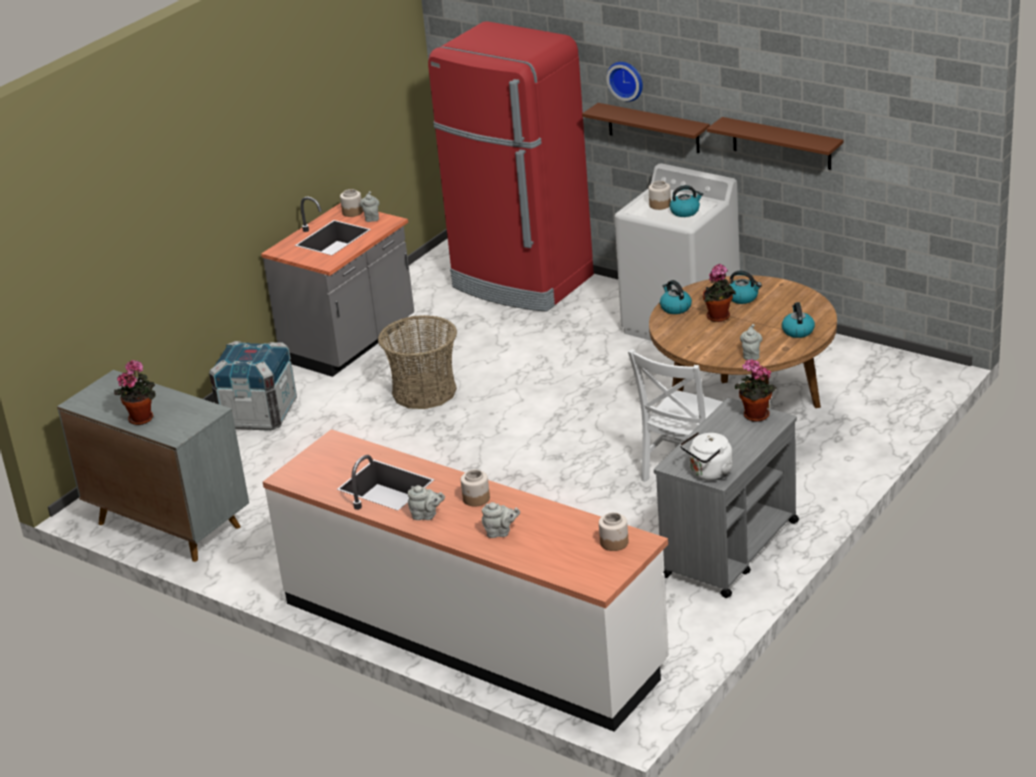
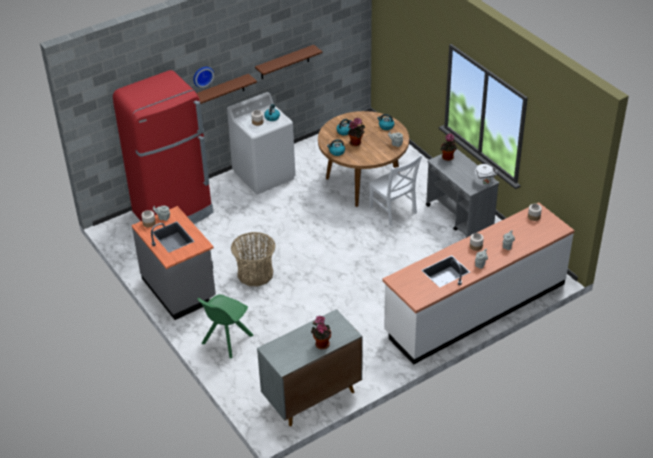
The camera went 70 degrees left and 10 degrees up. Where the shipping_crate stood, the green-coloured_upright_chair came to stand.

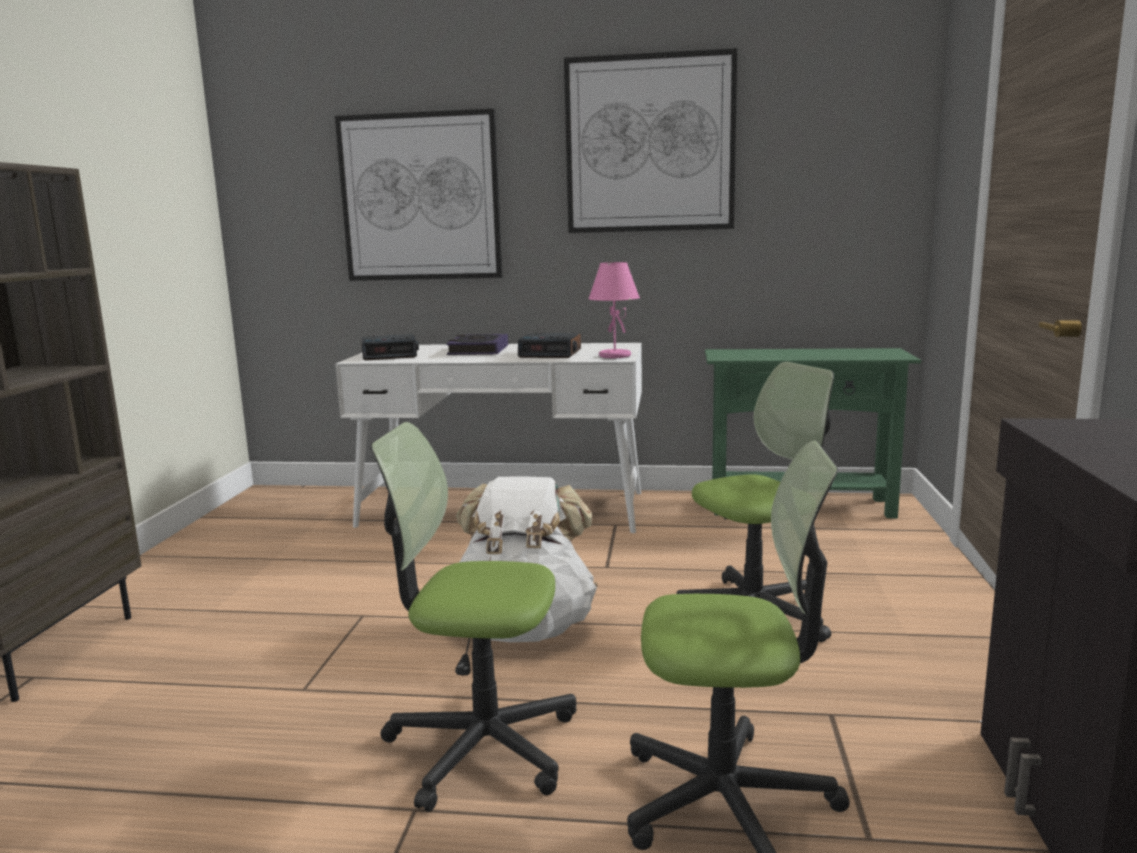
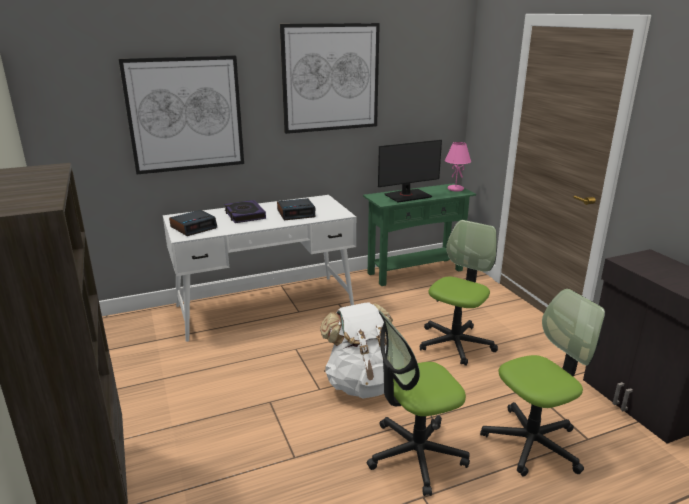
The camera went 30 degrees left and 10 degrees up. The second view gained the monitor. The pinkish_tabletop_lamp ended up elsewhere.

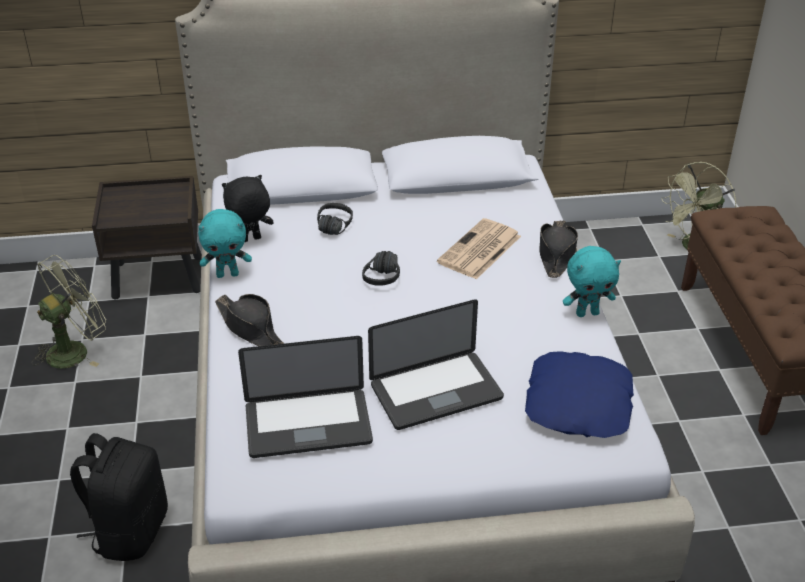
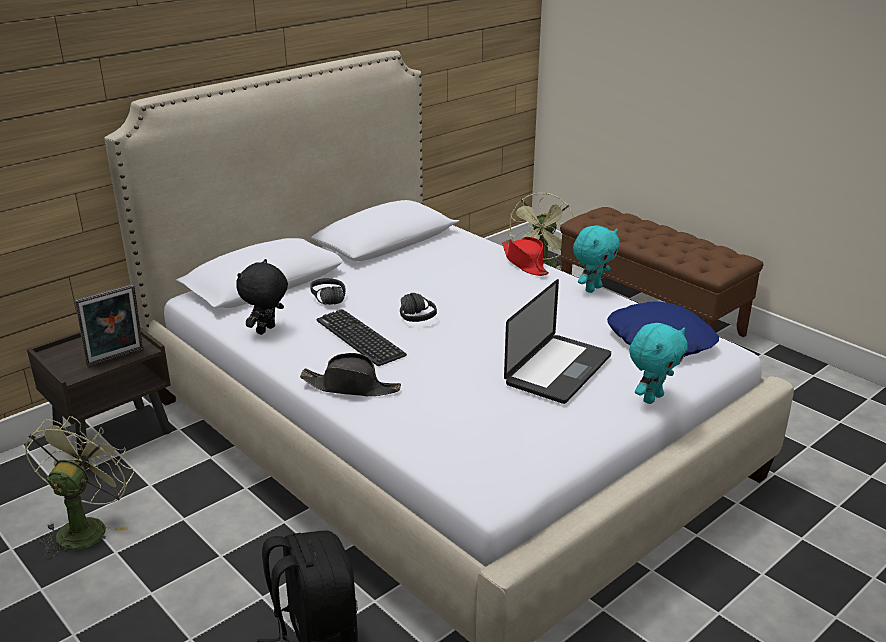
The camera went 35 degrees left and 10 degrees down. The second view gained the picture_frame. The second view gained the computer_keyboard. What was the black-coloured_hat (2nd from left) turned into the red_hat. The blue-green_cuddly_toy (1st from left in the first image) ended up elsewhere. The second view lost the laptop (1st from left). The second view lost the newspaper.

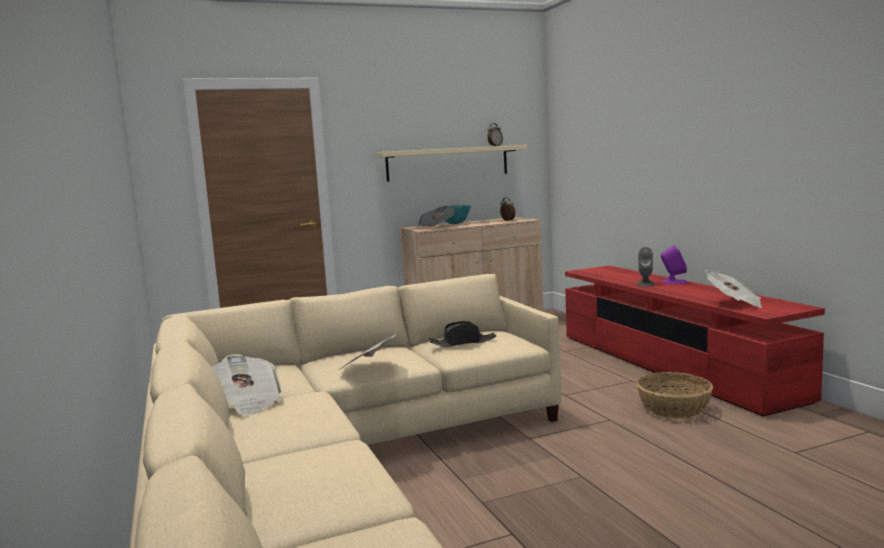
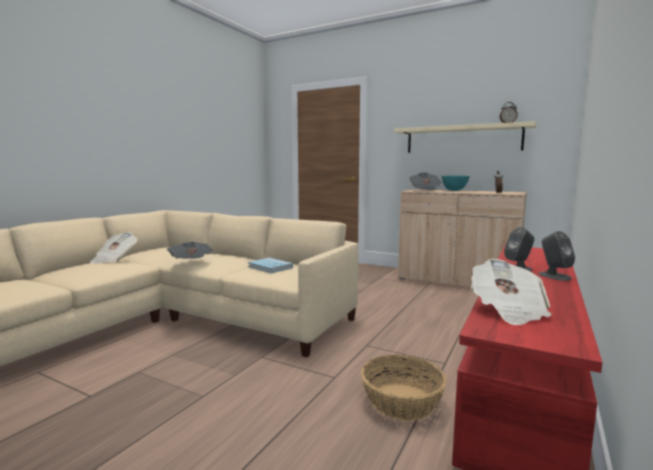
The camera went 50 degrees right and 0 degrees up. Where the black-coloured_hat stood, the blue-coloured_book came to stand. What was the purple_loudspeaker turned into the grey_loudspeaker (2nd from left).

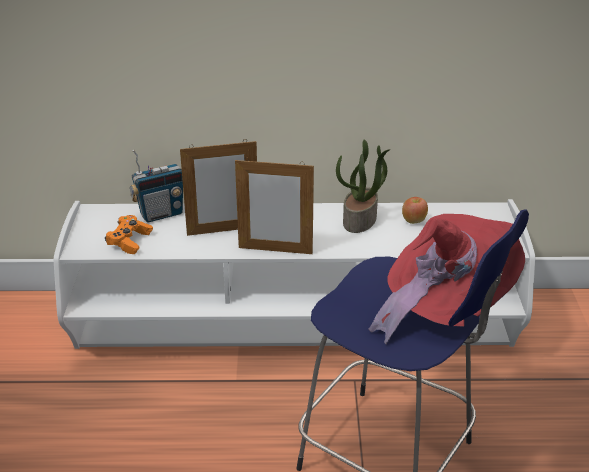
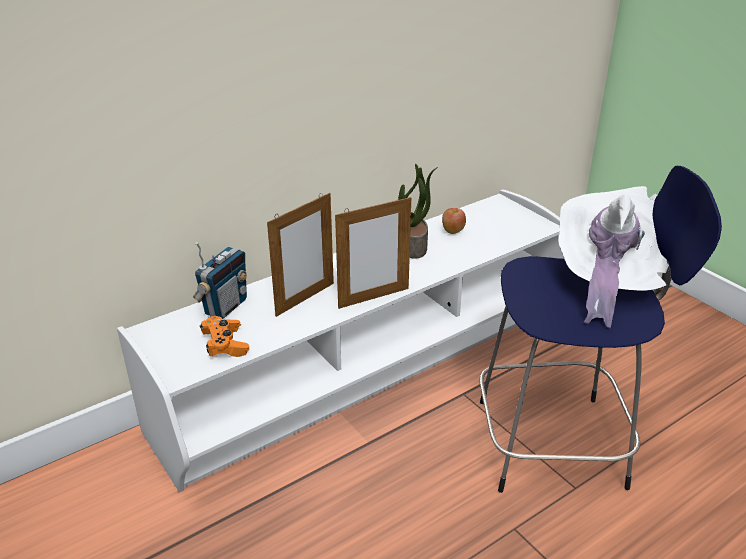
The camera went 35 degrees left and 0 degrees up. What was the red_hat turned into the white-coloured_hat.

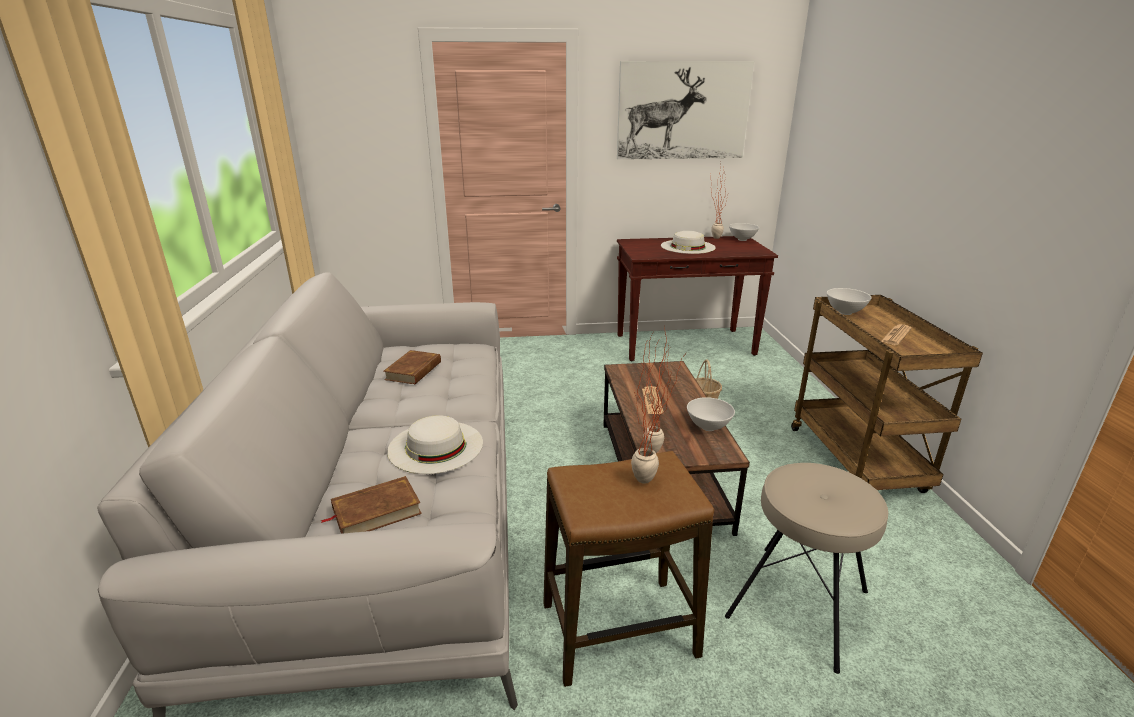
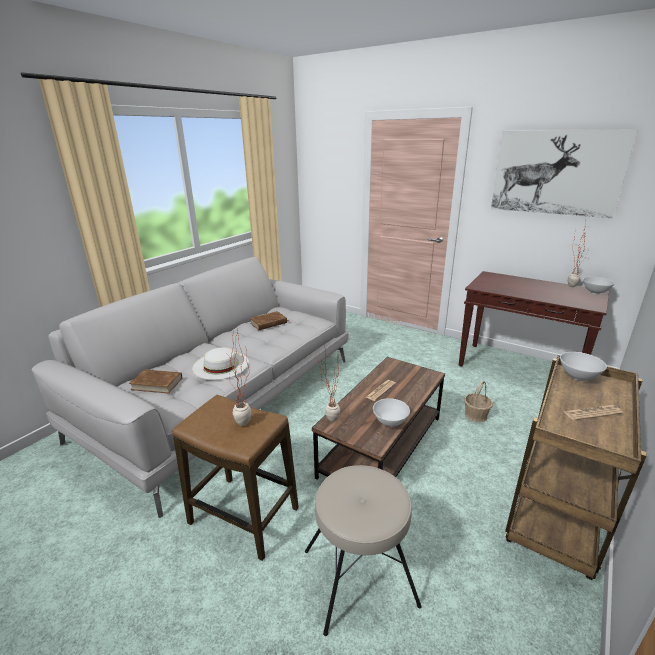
The camera went 40 degrees right and 0 degrees up. The second view lost the white-coloured_hat (2nd from left).

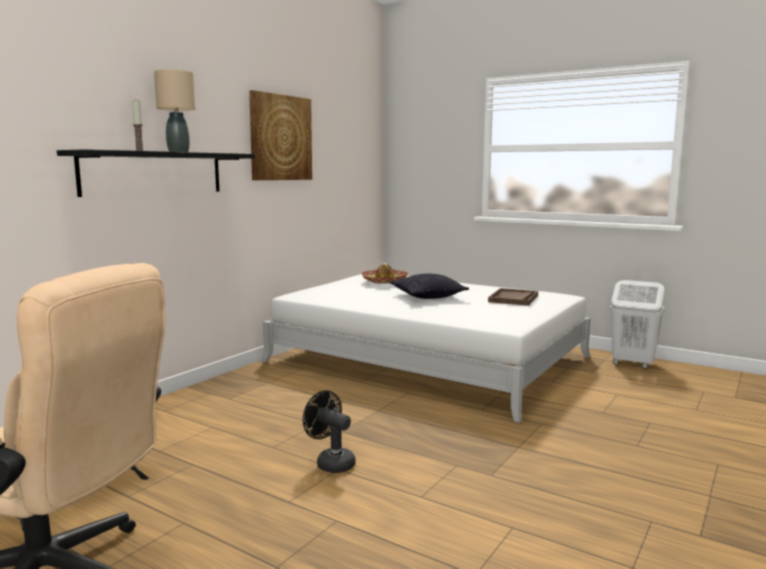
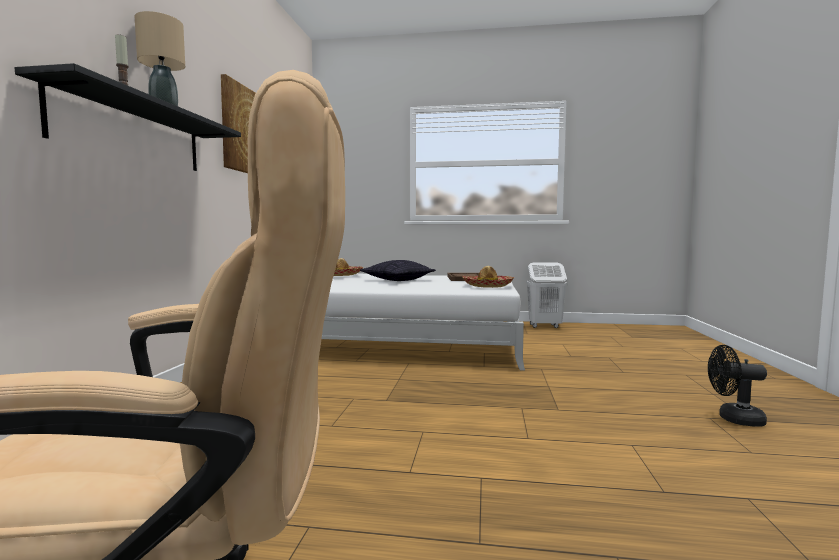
The camera went 25 degrees left and 5 degrees down. The second view gained the hat (2nd from left). The black-coloured_electric_fan ended up elsewhere.

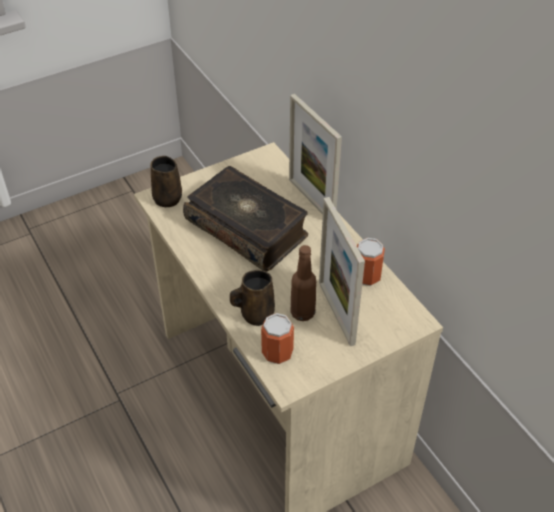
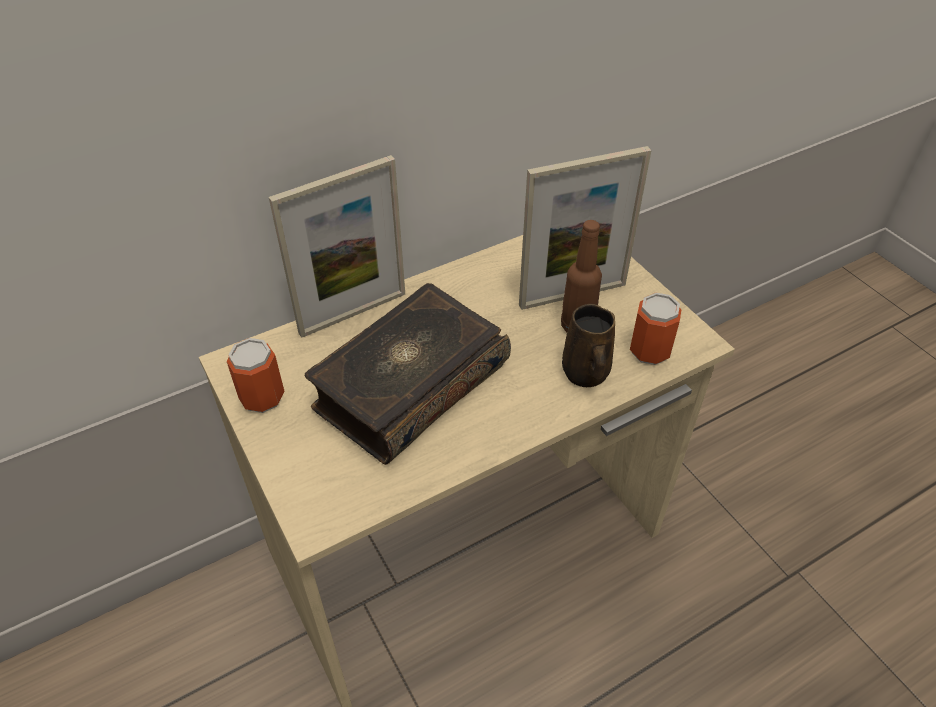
The camera went 90 degrees left and 0 degrees up. The can (2nd from left in the first image) ended up elsewhere. The second view lost the brownish_mug (1st from left).

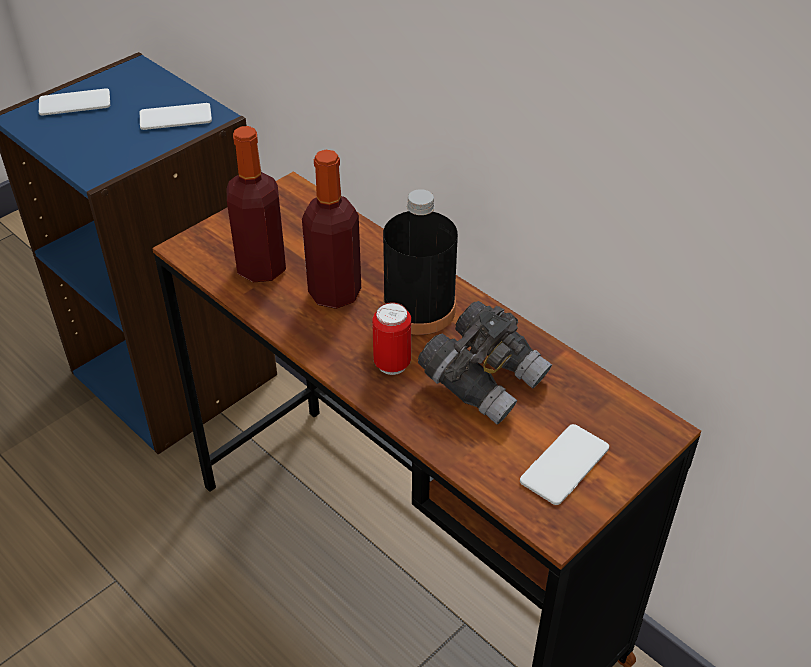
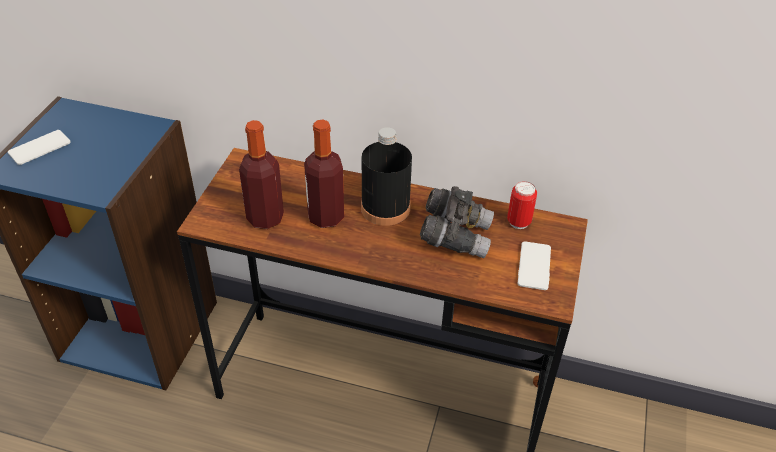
The camera went 30 degrees left and 0 degrees up. The can ended up elsewhere. The second view lost the phone (2nd from left).

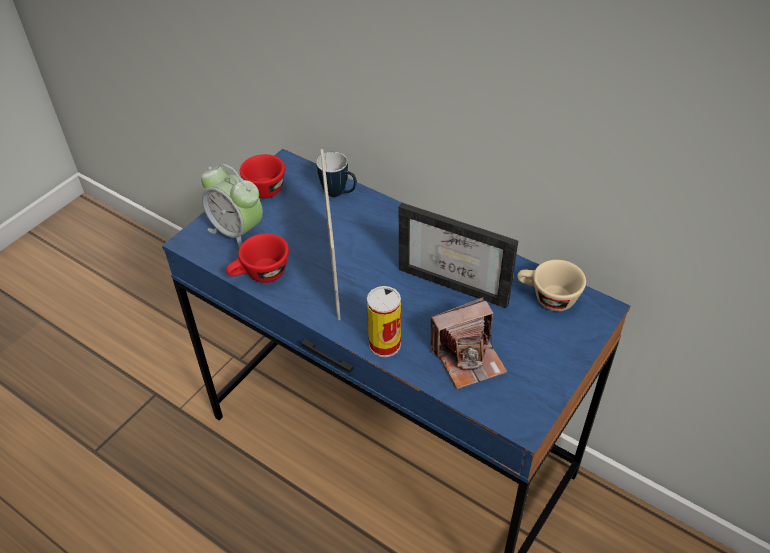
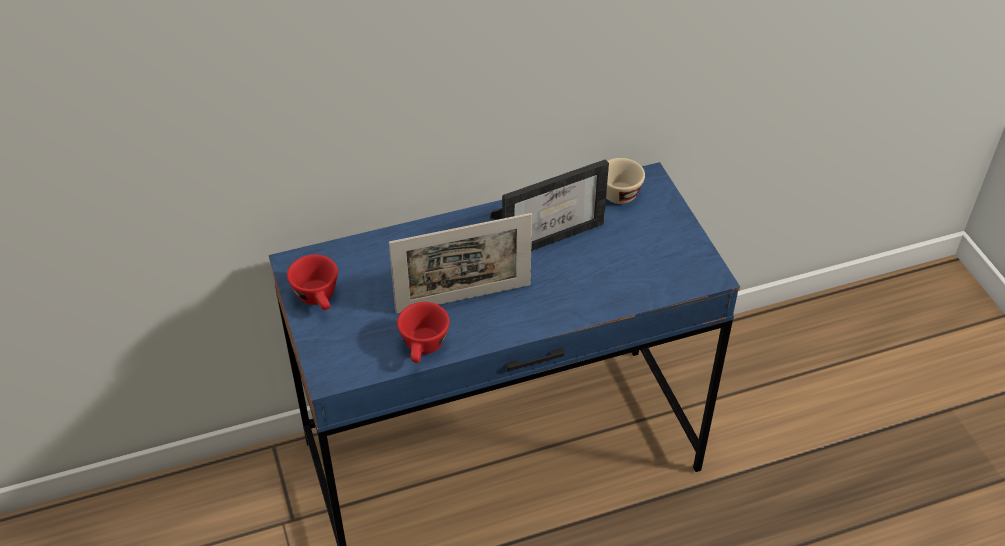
The camera went 55 degrees left and 0 degrees up. The picture_frame (1st from left) ended up facing another way, 135 degrees clockwise from before. The second view lost the bedside_clock. The second view lost the mug. The second view lost the can. The second view lost the photo_camera.

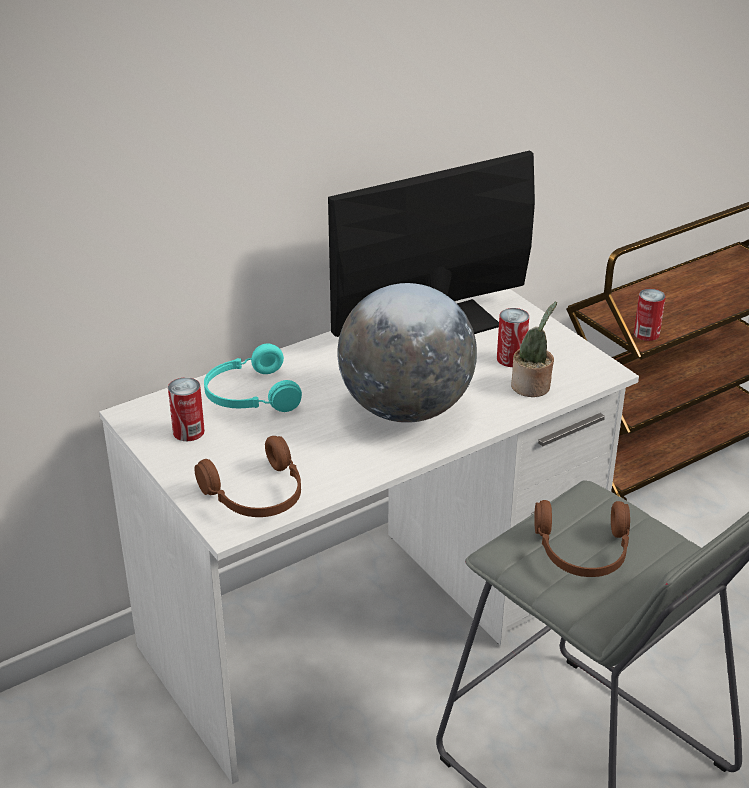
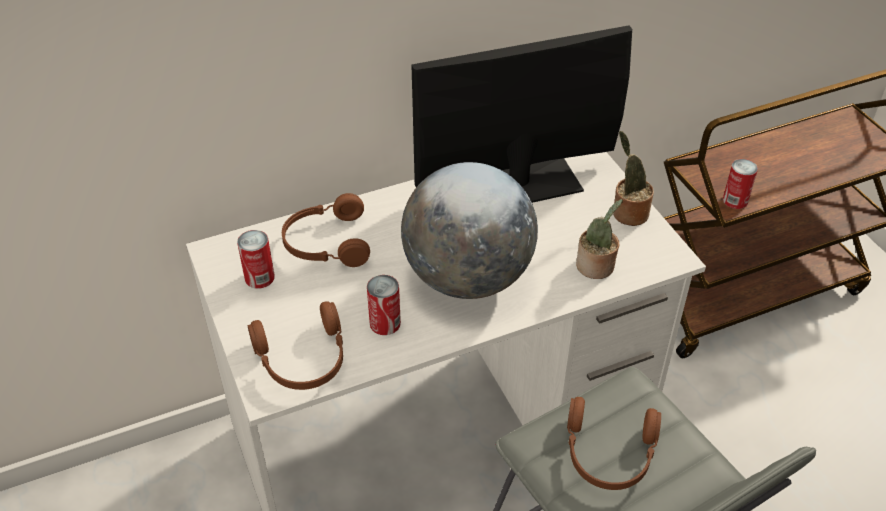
The camera went 10 degrees right and 10 degrees up. What was the blue-green_headphones turned into the brownish_headphones (2nd from left). The can (2nd from left) ended up elsewhere. The second view gained the houseplant (2nd from left).

